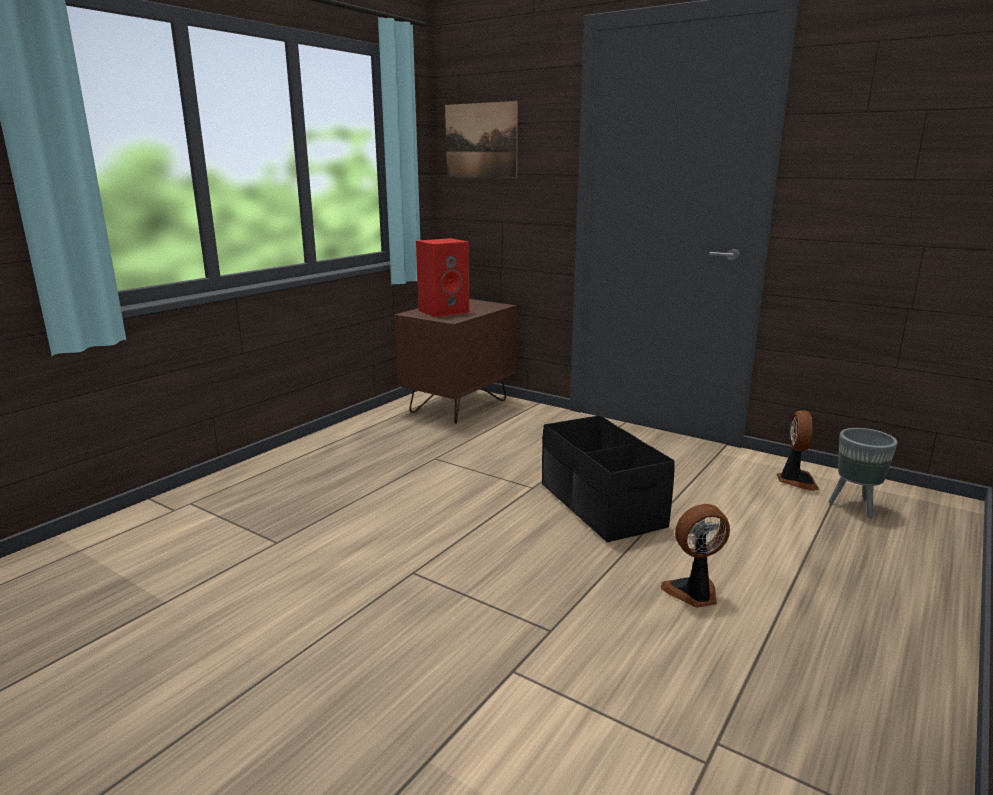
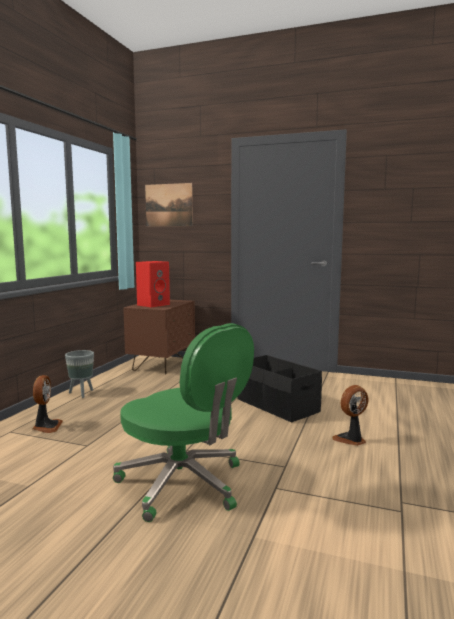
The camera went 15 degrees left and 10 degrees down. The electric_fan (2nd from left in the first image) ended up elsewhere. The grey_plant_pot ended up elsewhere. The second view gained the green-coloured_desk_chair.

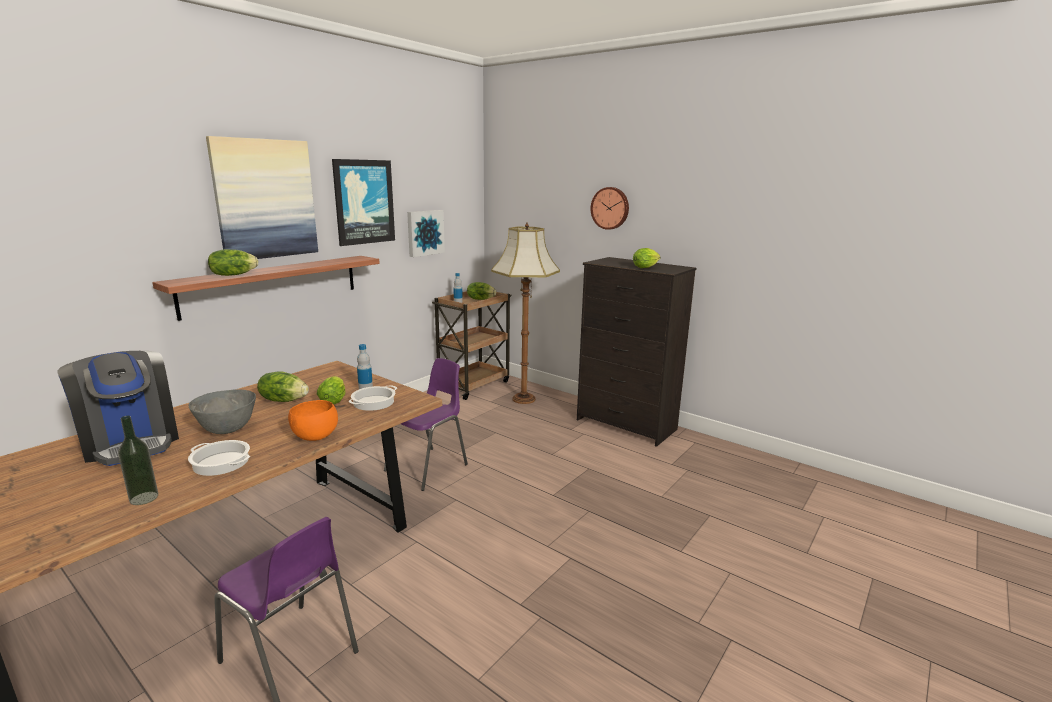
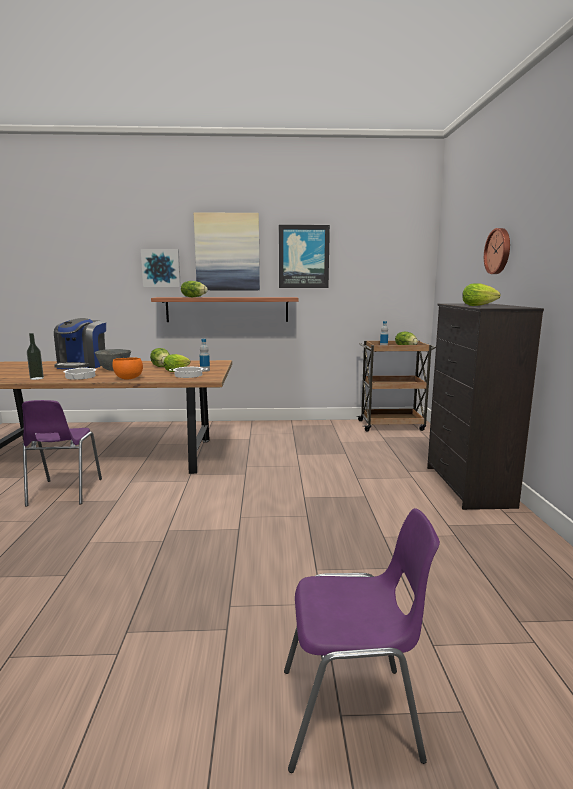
The camera went 50 degrees right and 5 degrees down. The picture (3rd from left in the first image) ended up elsewhere. The purple_upright_chair (2nd from left) ended up elsewhere. The second view lost the standing_lamp.

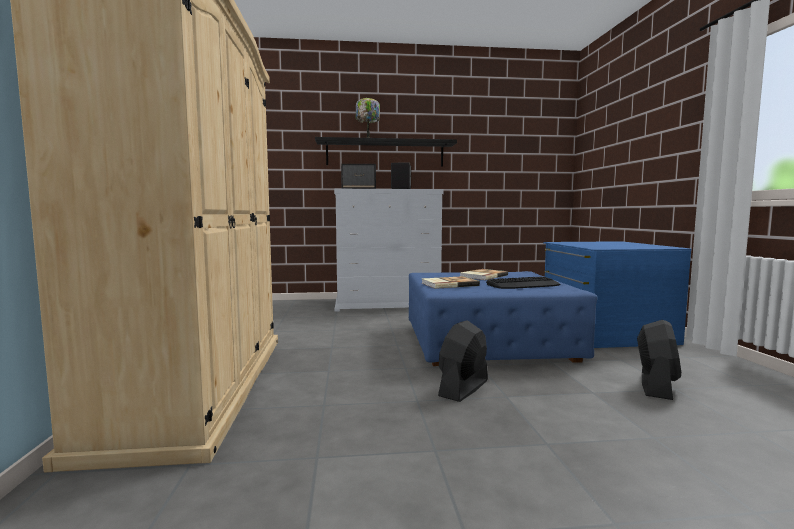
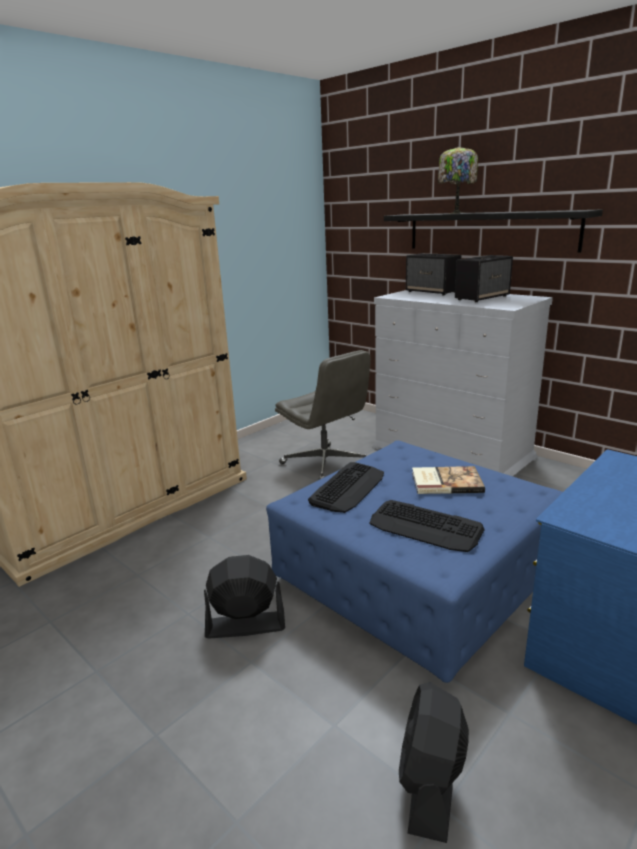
The camera went 50 degrees right and 15 degrees up. The second view gained the grey_desk_chair. Where the book (1st from left) stood, the computer_keyboard (1st from left) came to stand. The black-coloured_electric_fan (2nd from left) ended up facing another way, 120 degrees clockwise from before.

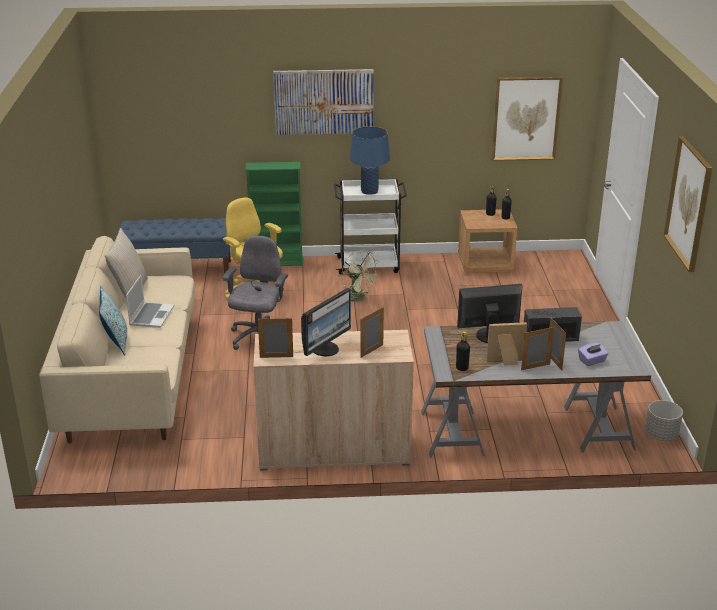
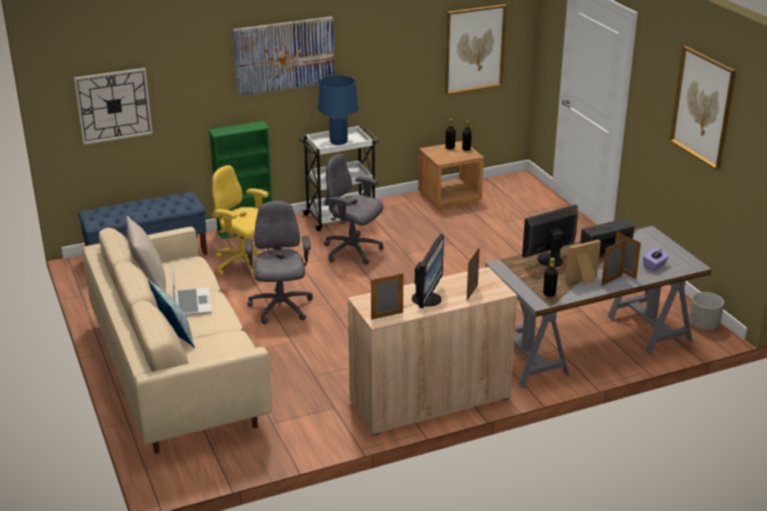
The camera went 20 degrees left and 0 degrees up. The second view gained the wall_clock. Where the green-coloured_electric_fan stood, the grey_desk_chair (2nd from left) came to stand.

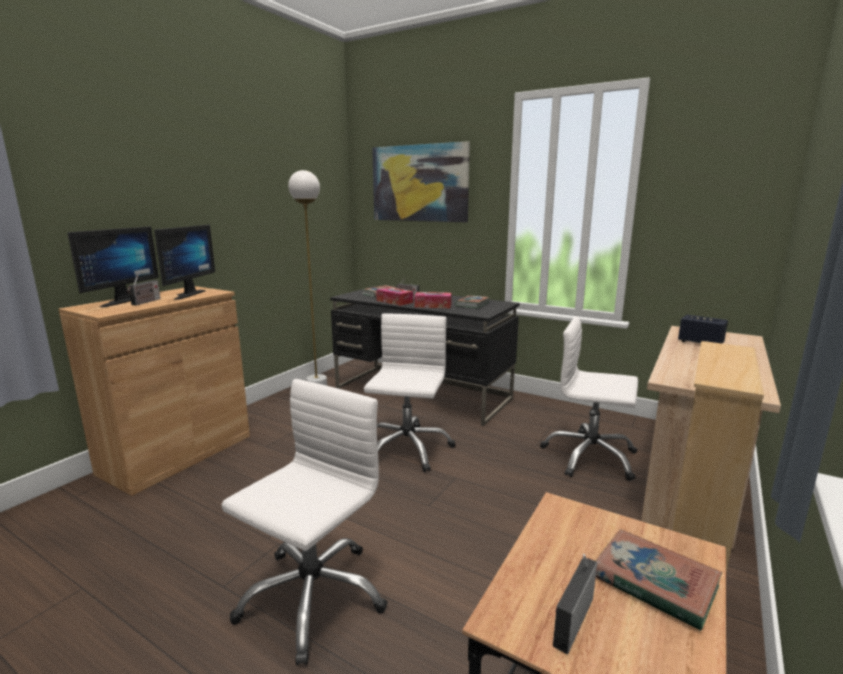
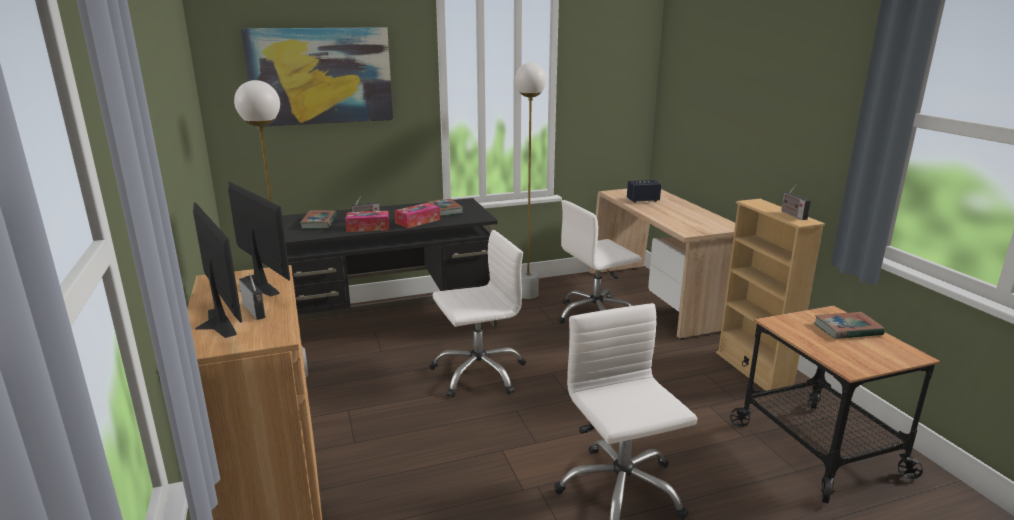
The camera went 50 degrees left and 5 degrees up. The white-coloured_desk_chair (2nd from left in the first image) ended up facing another way, 105 degrees clockwise from before. The second view gained the white-coloured_standing_lamp (2nd from left). The radio_set (3rd from left) ended up elsewhere.

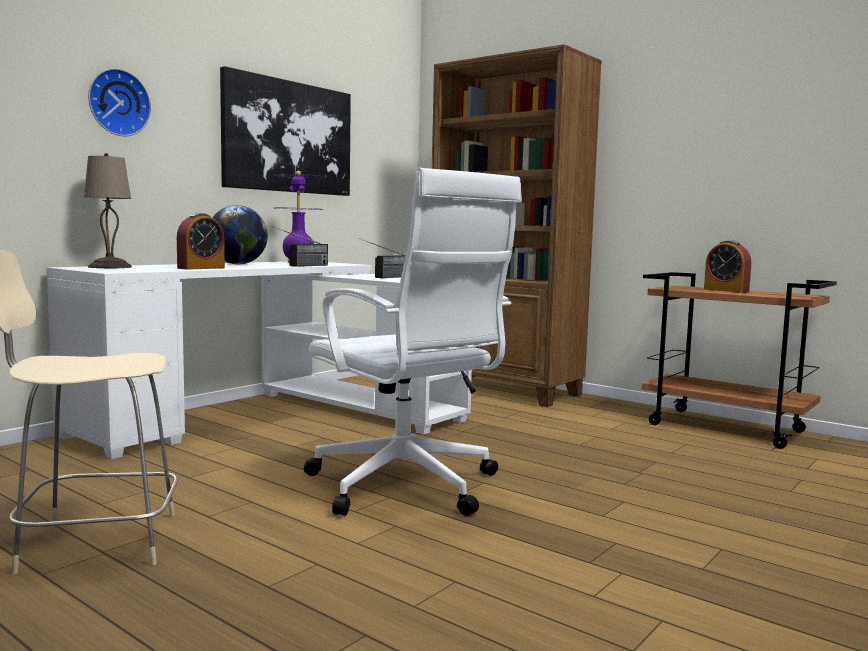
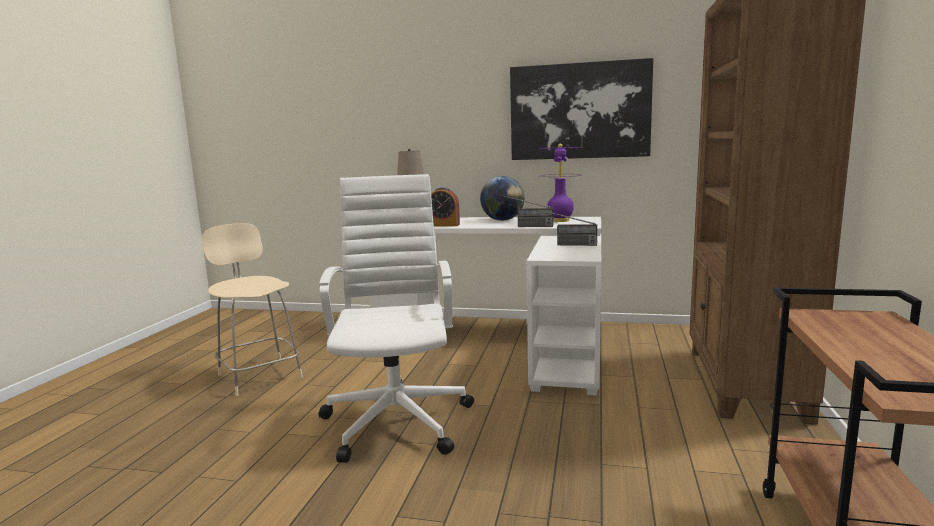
The camera went 65 degrees right and 5 degrees up. The white-coloured_desk_chair ended up facing another way, 150 degrees clockwise from before. The second view lost the wall_clock. The second view lost the bedside_clock (2nd from left).

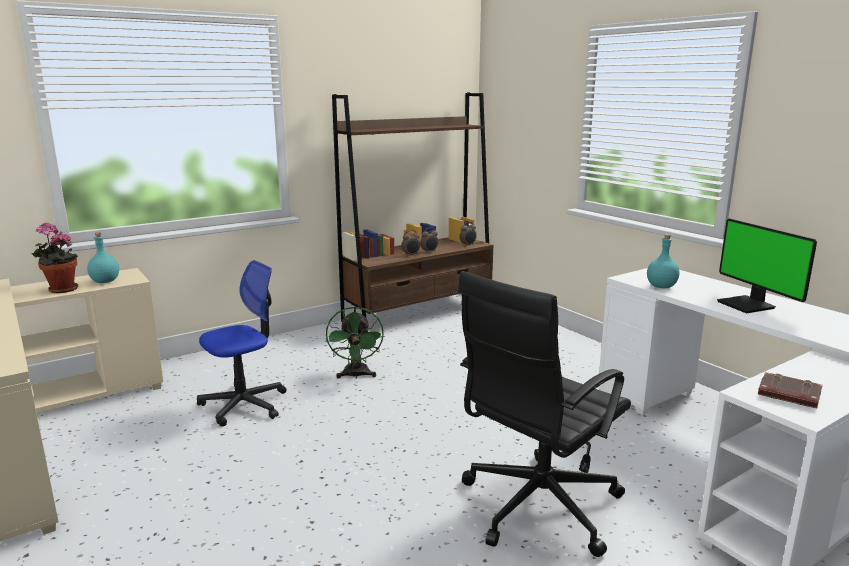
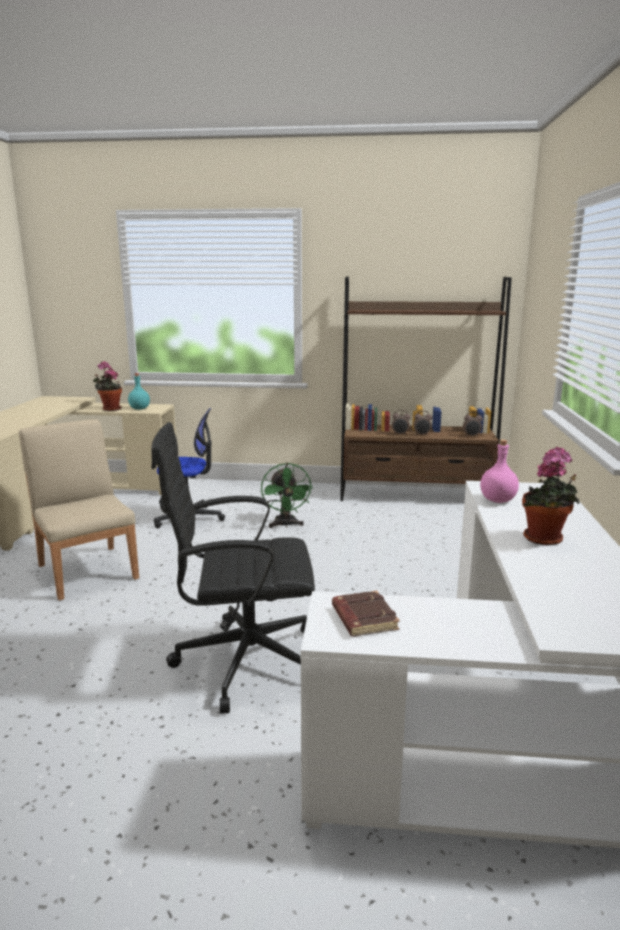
The camera went 40 degrees right and 0 degrees up. The second view gained the sand-coloured_upright_chair. The green-coloured_electric_fan ended up facing another way, 45 degrees counterclockwise from before. What was the blue-green_beverage_bottle (2nd from left) turned into the pinkish_beverage_bottle. Where the monitor stood, the houseplant (2nd from left) came to stand.

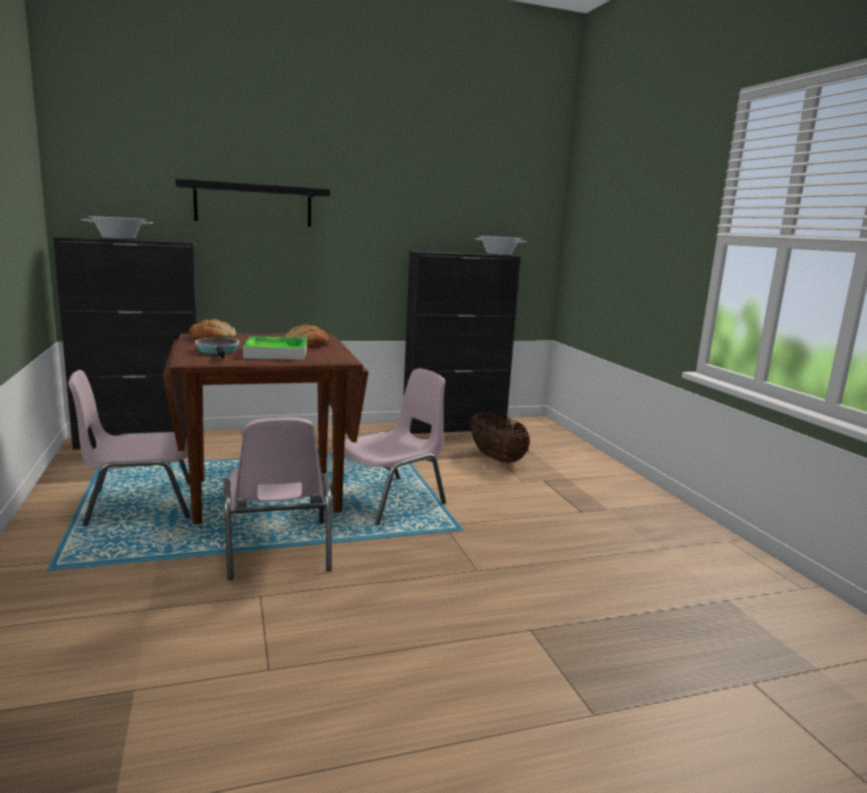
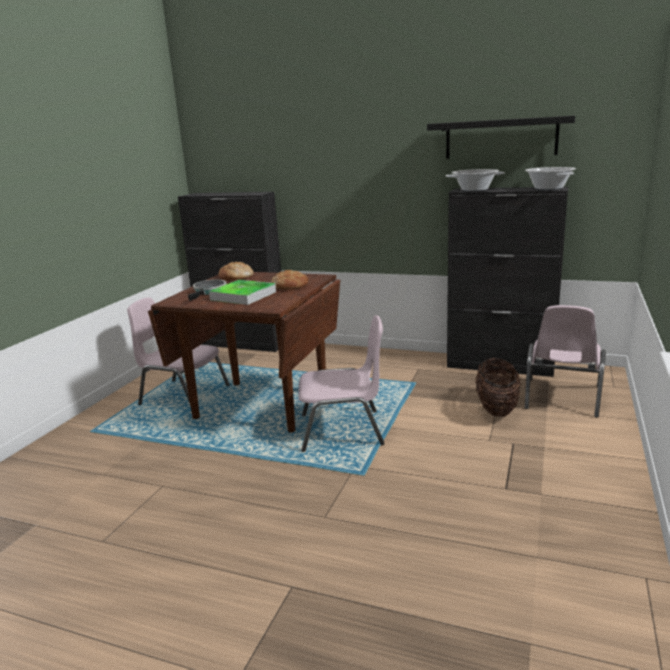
The camera went 40 degrees right and 5 degrees up. The black-coloured_shelf ended up elsewhere. The saucepot (1st from left) ended up elsewhere. The pinkish_upright_chair (2nd from left in the first image) ended up elsewhere.

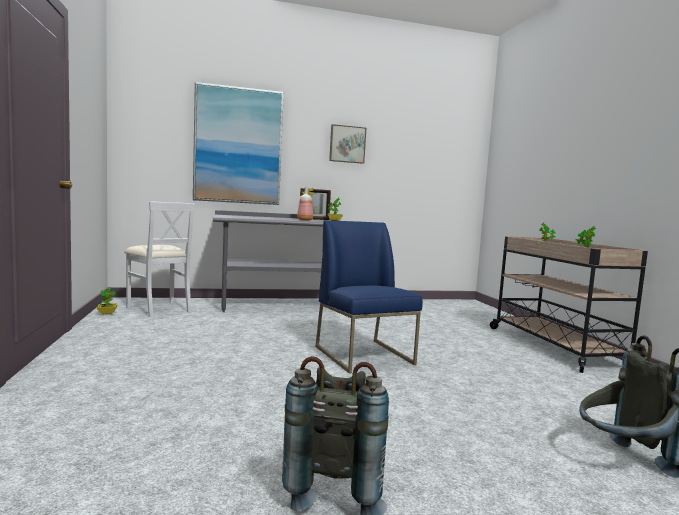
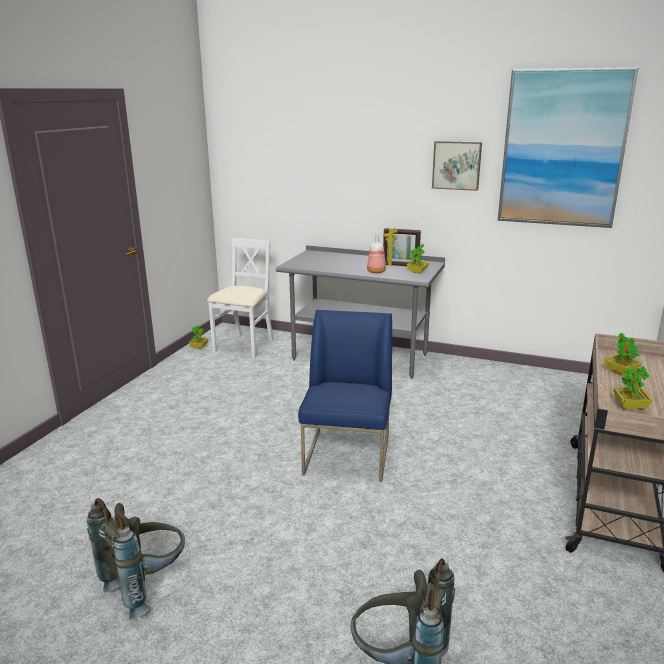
The camera went 35 degrees right and 15 degrees up. The white-coloured_upright_chair ended up facing another way, 150 degrees counterclockwise from before. The picture (1st from left in the first image) ended up elsewhere.

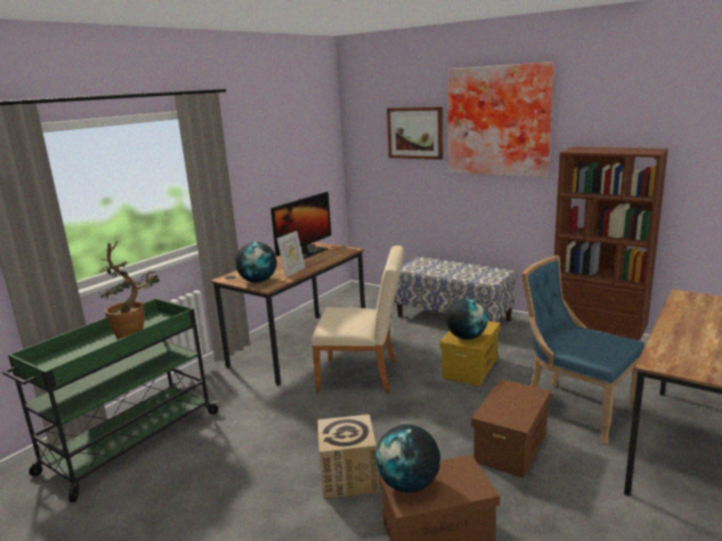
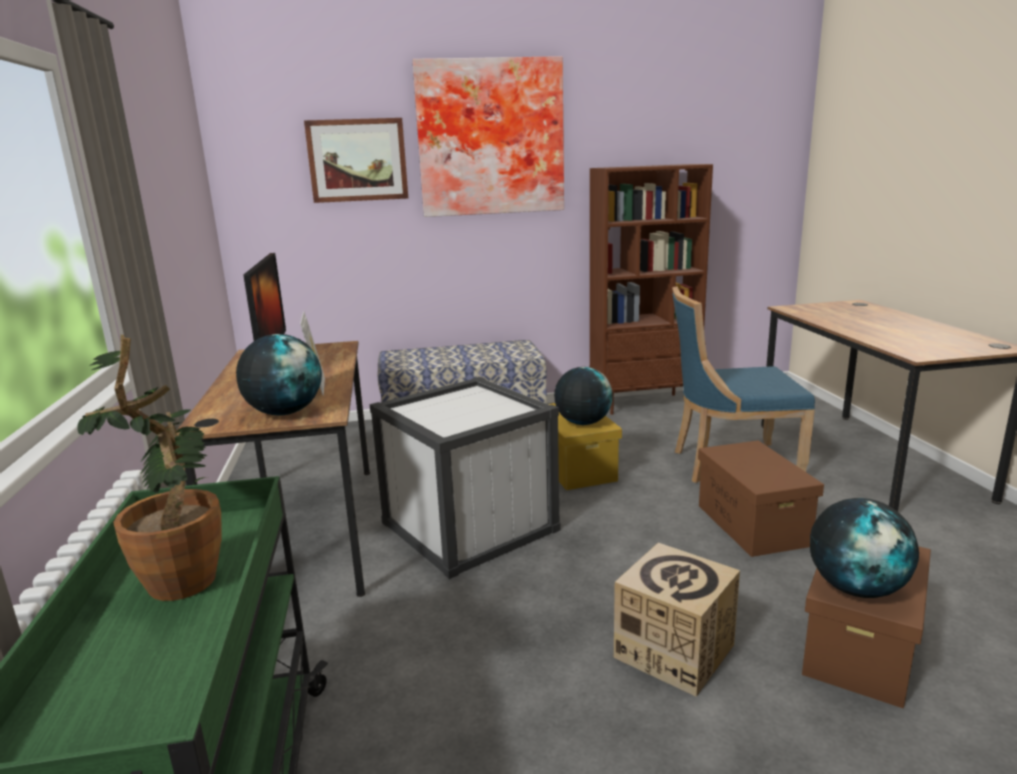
The camera went 45 degrees left and 0 degrees up. Where the sand-coloured_upright_chair stood, the white-coloured_storage_box came to stand.

